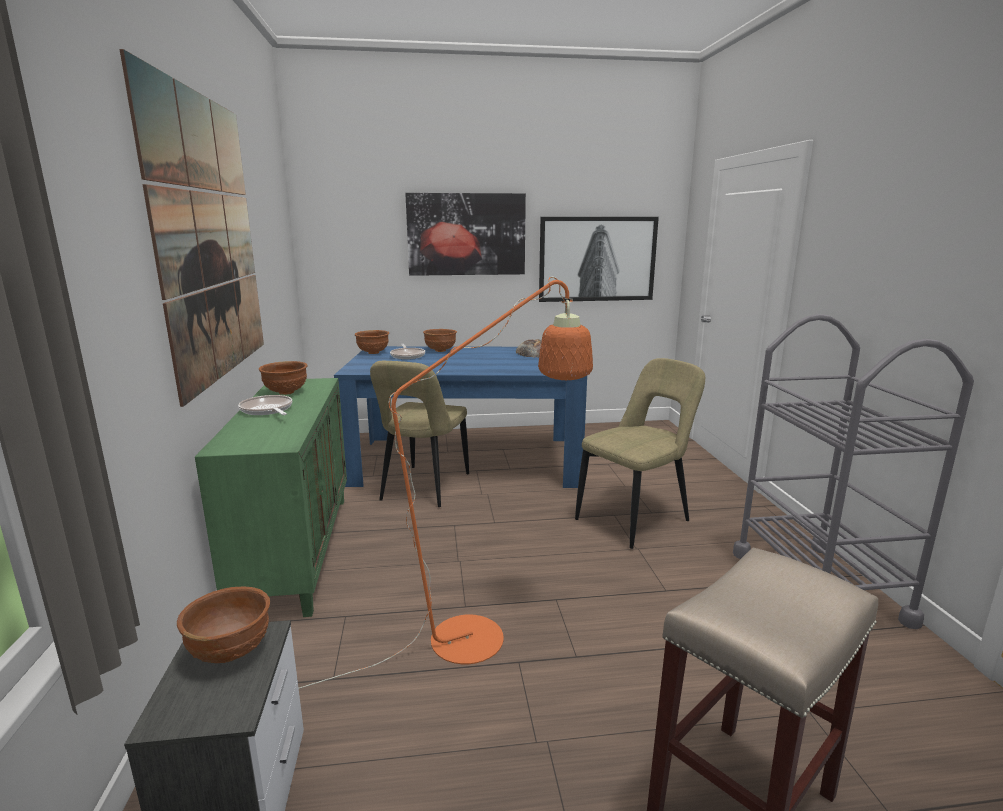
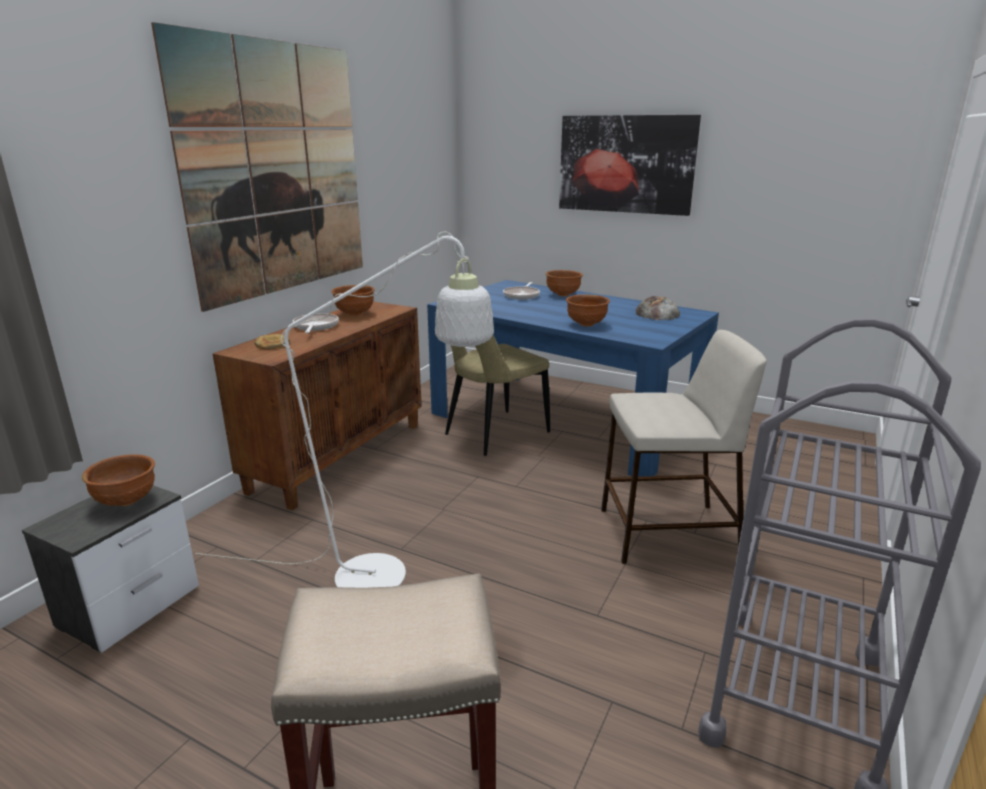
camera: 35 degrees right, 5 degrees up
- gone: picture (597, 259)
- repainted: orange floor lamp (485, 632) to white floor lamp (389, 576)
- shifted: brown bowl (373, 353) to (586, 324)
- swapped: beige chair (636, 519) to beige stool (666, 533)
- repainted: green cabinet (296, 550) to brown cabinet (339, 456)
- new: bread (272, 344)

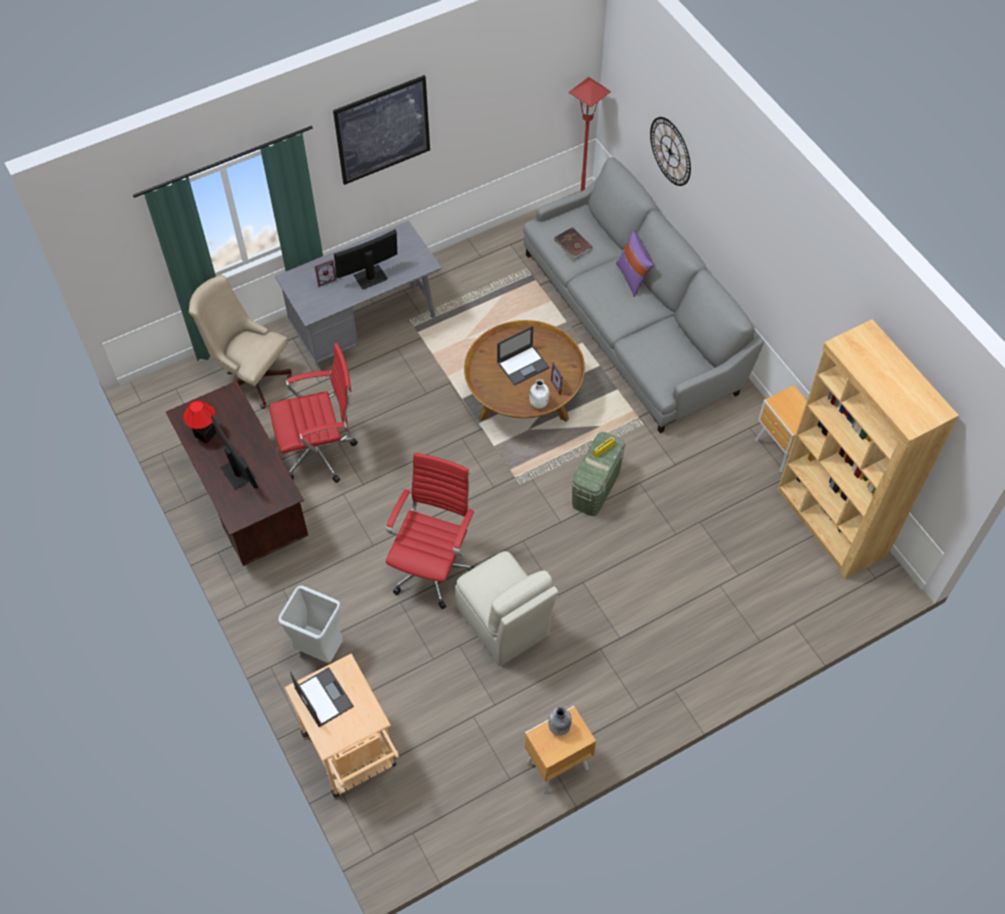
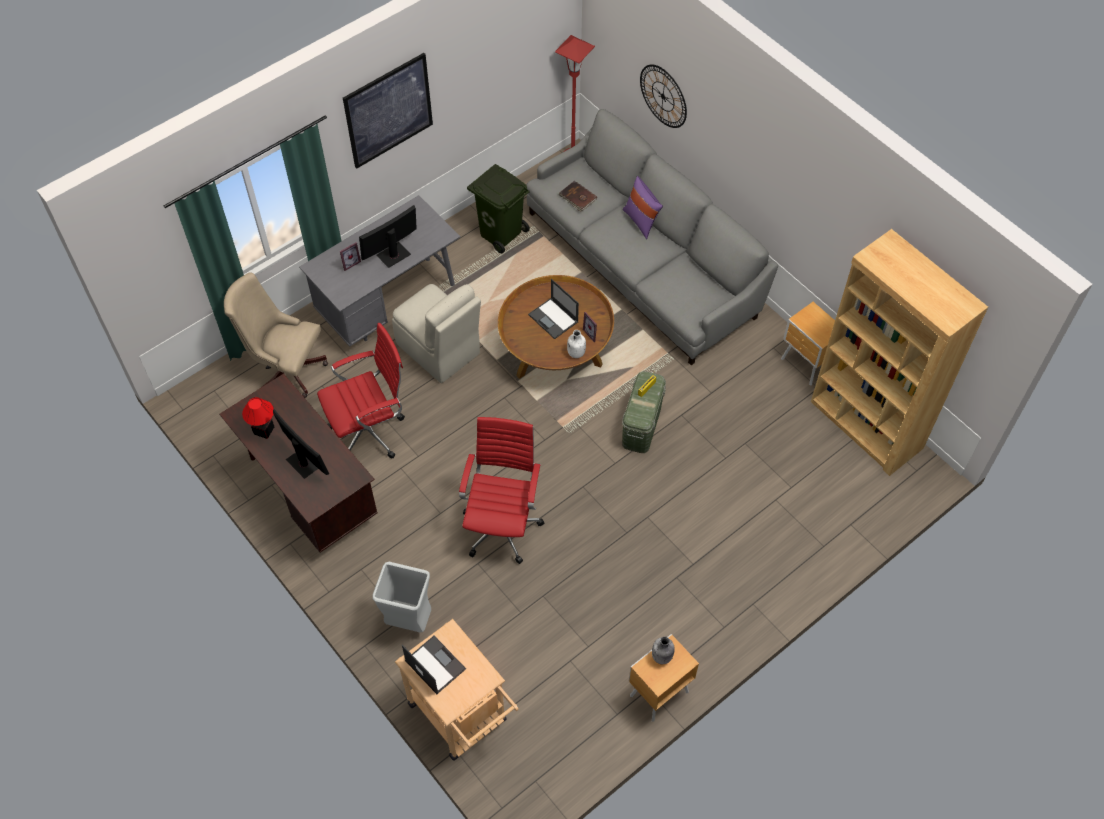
camera: 10 degrees left, 0 degrees up
- rotated: laptop (523, 365) = (554, 318) 90 degrees clockwise
- shifted: beige chair (504, 623) to (439, 350)
- new: green trash can (501, 233)

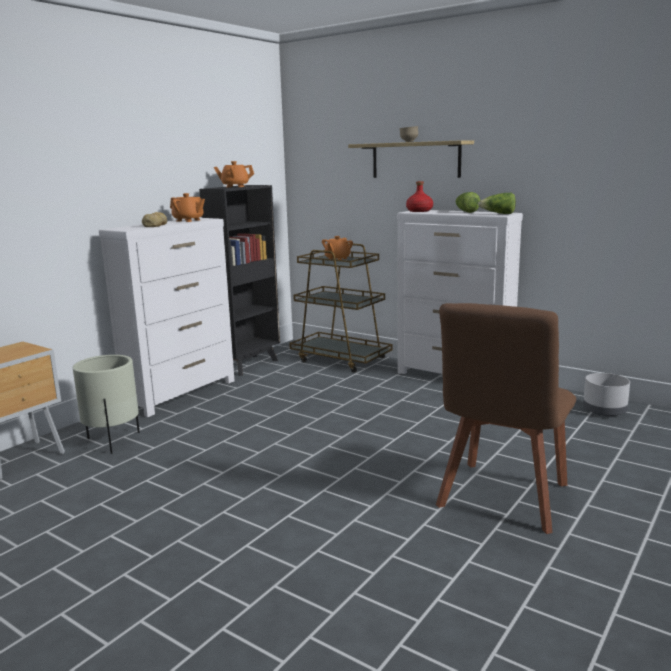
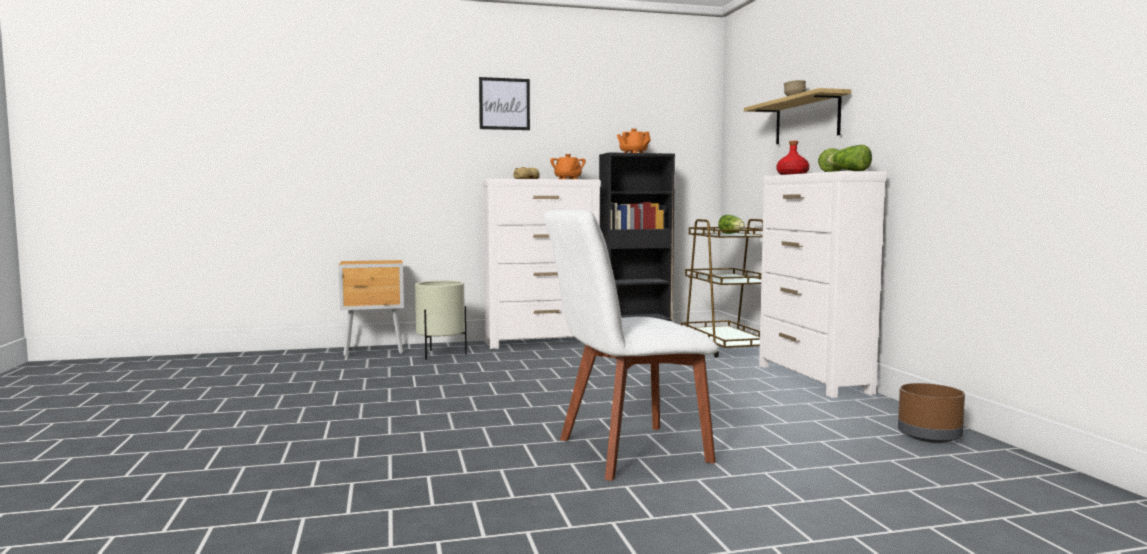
camera: 40 degrees right, 10 degrees down
- swapped: orange teapot (337, 259) to lettuce (732, 234)
- repainted: brown chair (502, 499) to white chair (626, 452)
- repainted: grey planter (604, 410) to brown planter (929, 436)
- new: picture (504, 104)

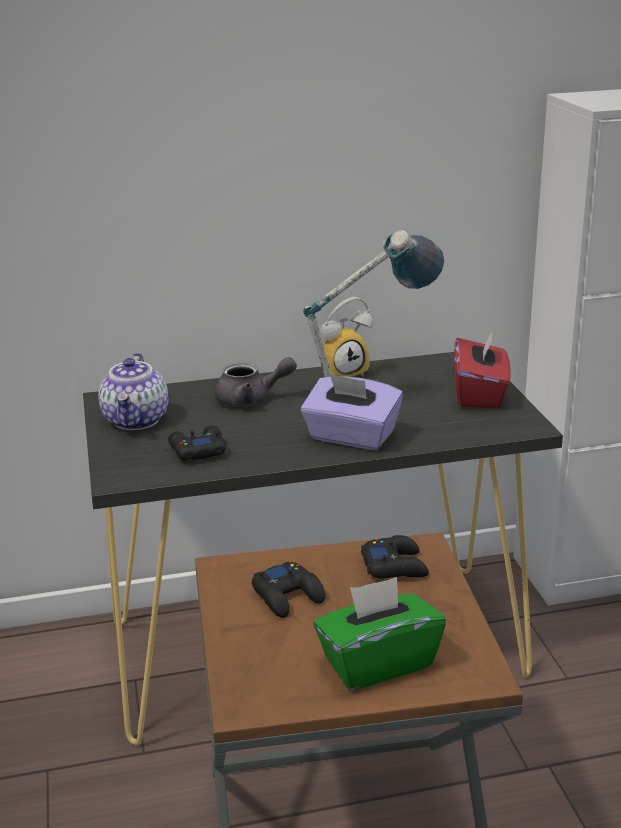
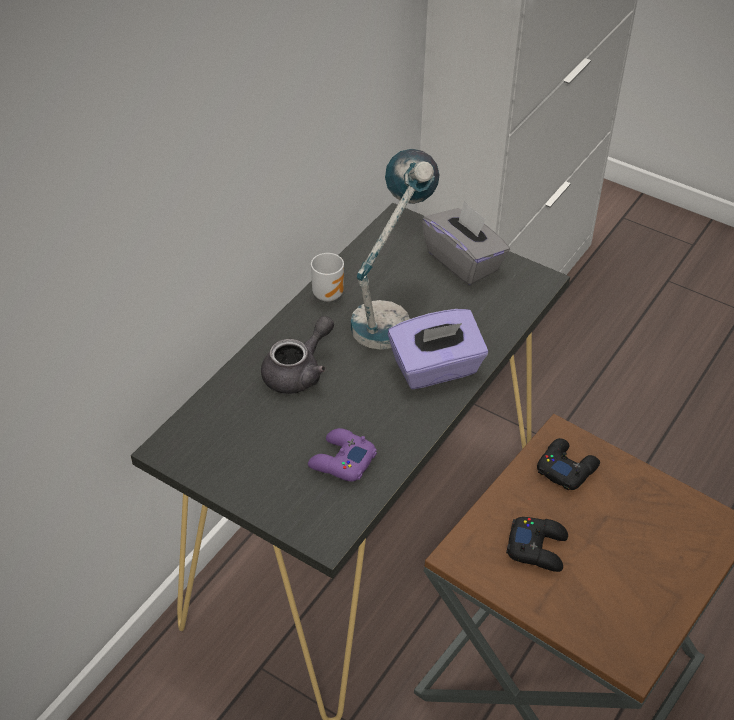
camera: 45 degrees left, 20 degrees up
- swapped: alarm clock (343, 373) to mug (329, 294)
- repainted: red tissue box (480, 395) to grey tissue box (463, 261)
- gone: teapot (137, 420)
- repainted: black game controller (197, 450) to purple game controller (341, 461)
- gone: green tissue box (378, 662)

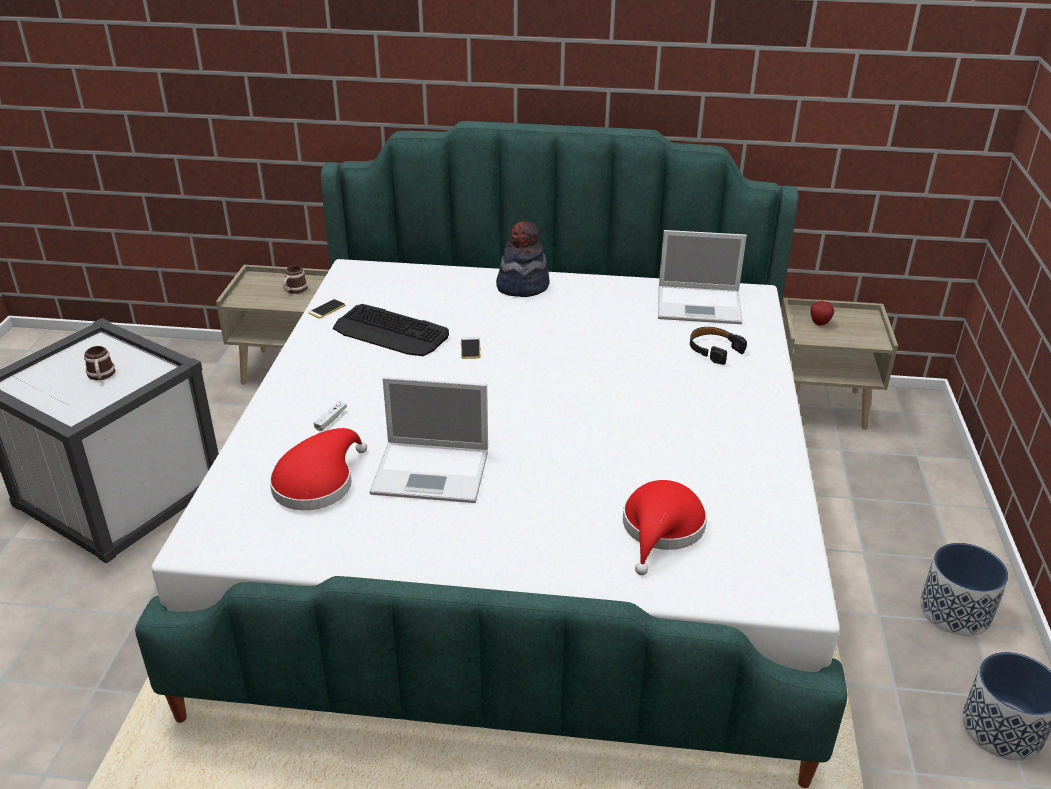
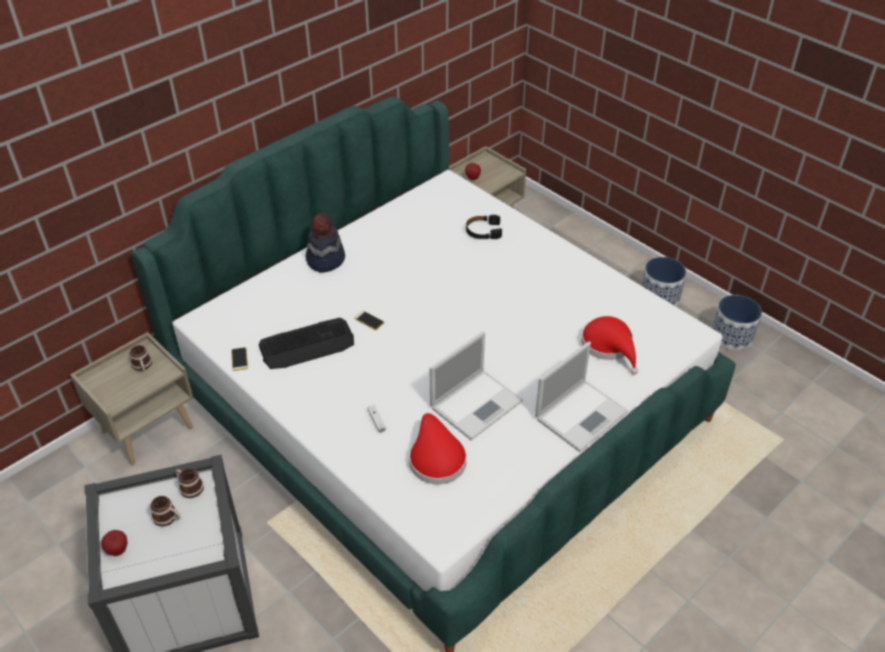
camera: 50 degrees left, 10 degrees up
- shifted: laptop (700, 305) to (581, 414)
- new: mug (189, 487)
- new: apple (118, 550)

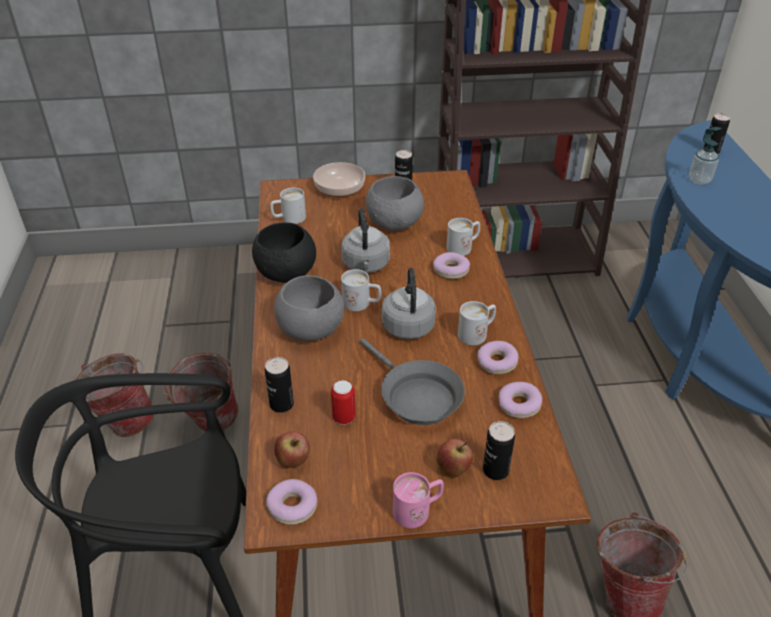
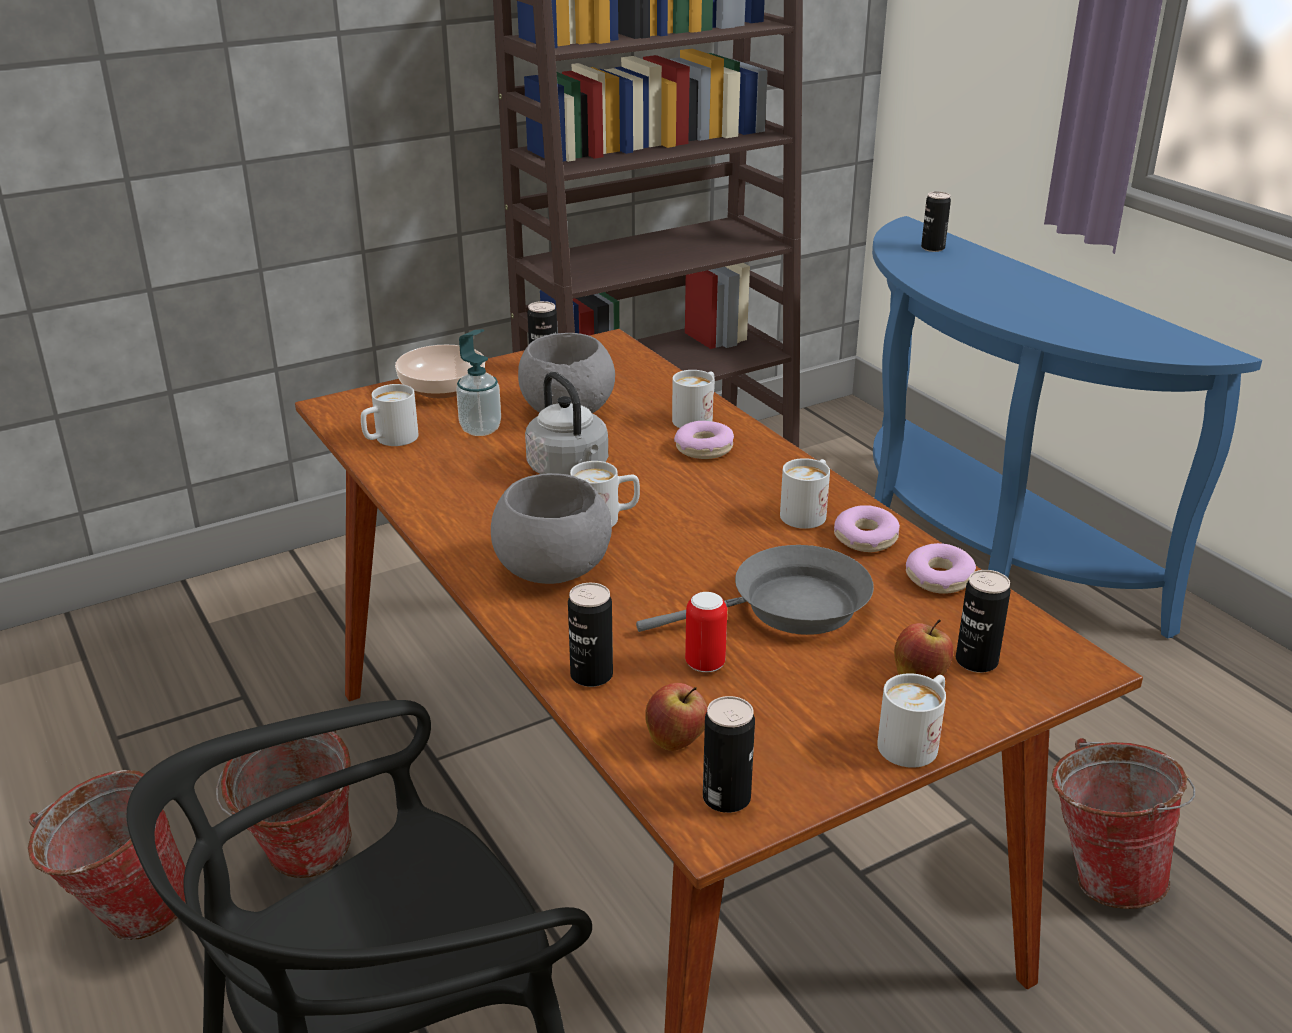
camera: 25 degrees left, 10 degrees down
- shifted: soap dispenser (699, 180) to (480, 429)
- gone: black bowl (285, 272)
- gone: grey kettle (408, 324)
- rotated: grey frying pan (416, 397) = (789, 608) 45 degrees counterclockwise
- repainted: pink mug (418, 510) to white mug (915, 741)
- swapped: donut (292, 506) to can (726, 798)

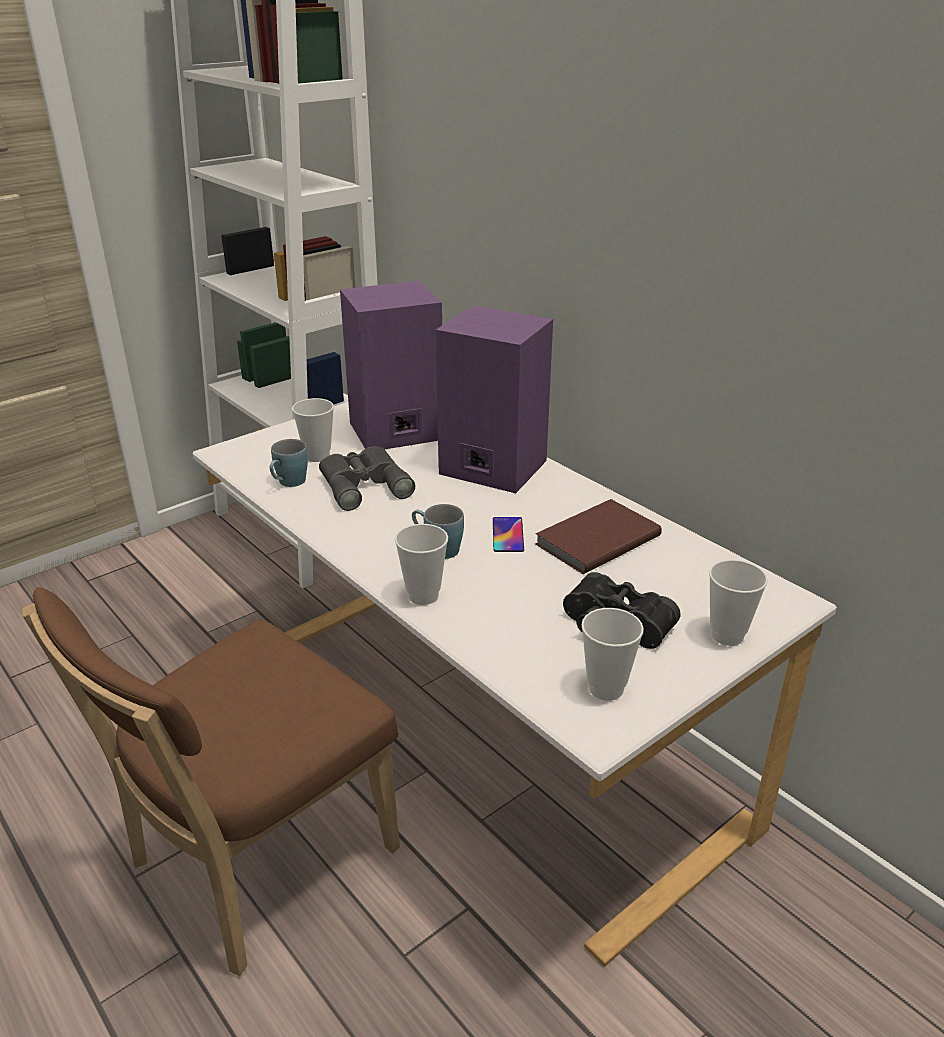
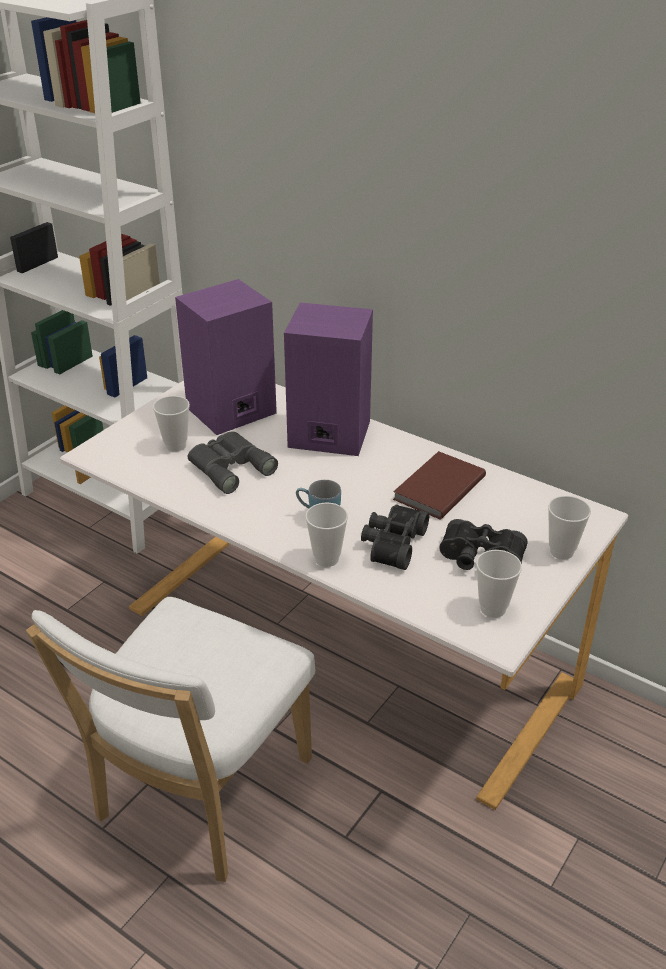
camera: 15 degrees left, 5 degrees up
- gone: blue mug (288, 483)
- gone: phone (508, 535)
- repainted: brown chair (254, 863) to white chair (198, 795)
- new: black binoculars (391, 543)

